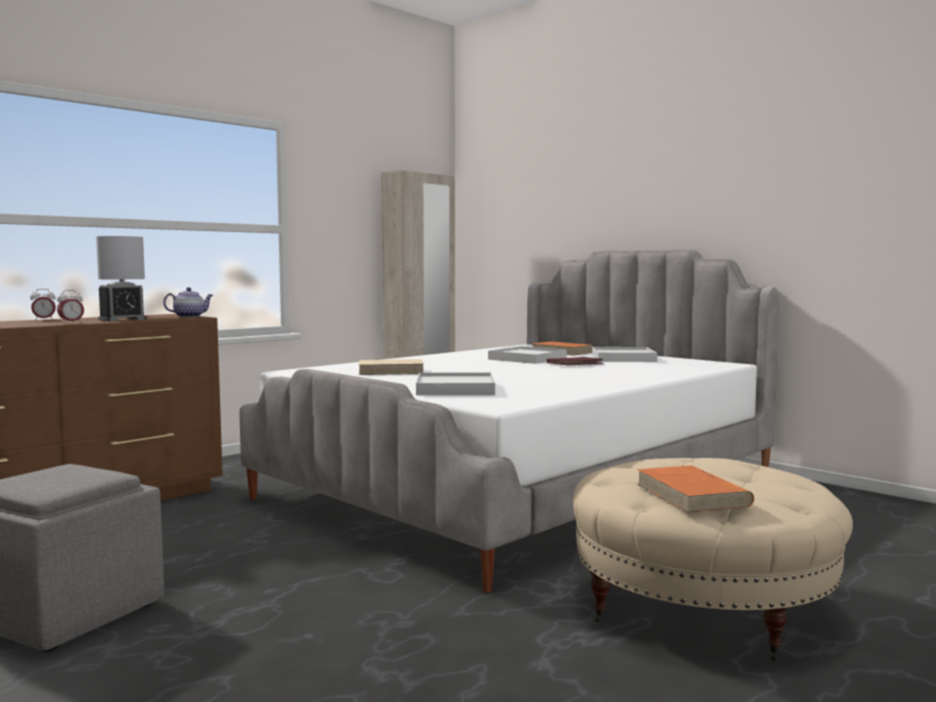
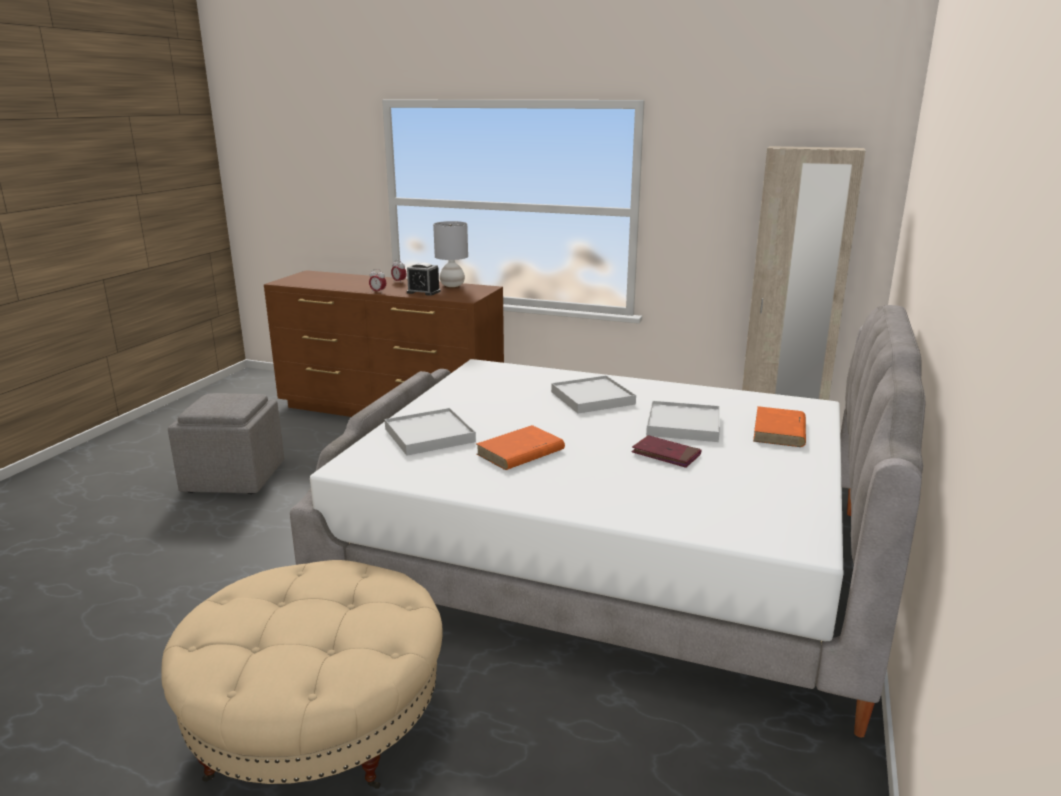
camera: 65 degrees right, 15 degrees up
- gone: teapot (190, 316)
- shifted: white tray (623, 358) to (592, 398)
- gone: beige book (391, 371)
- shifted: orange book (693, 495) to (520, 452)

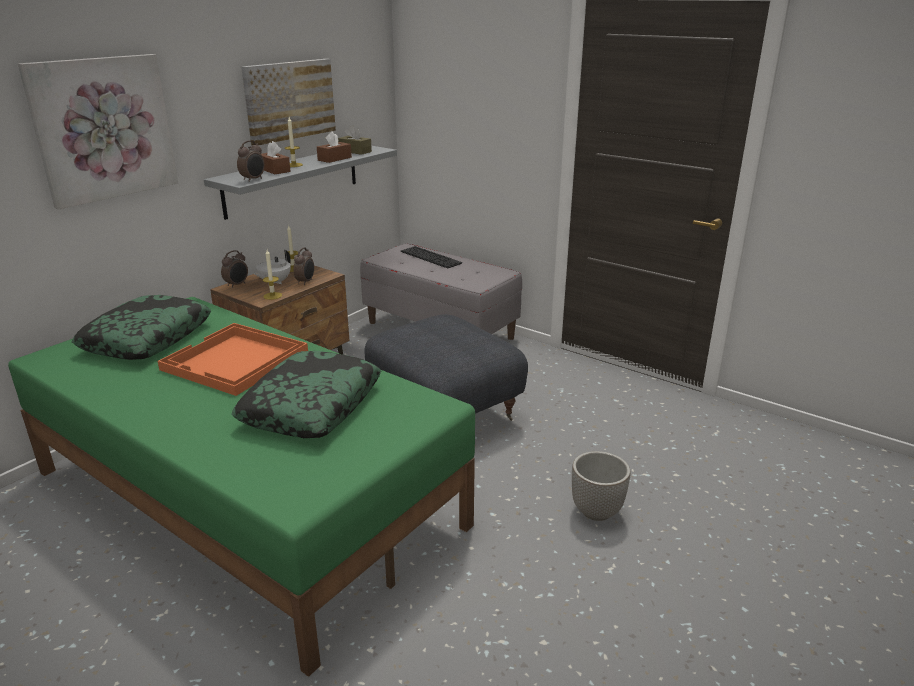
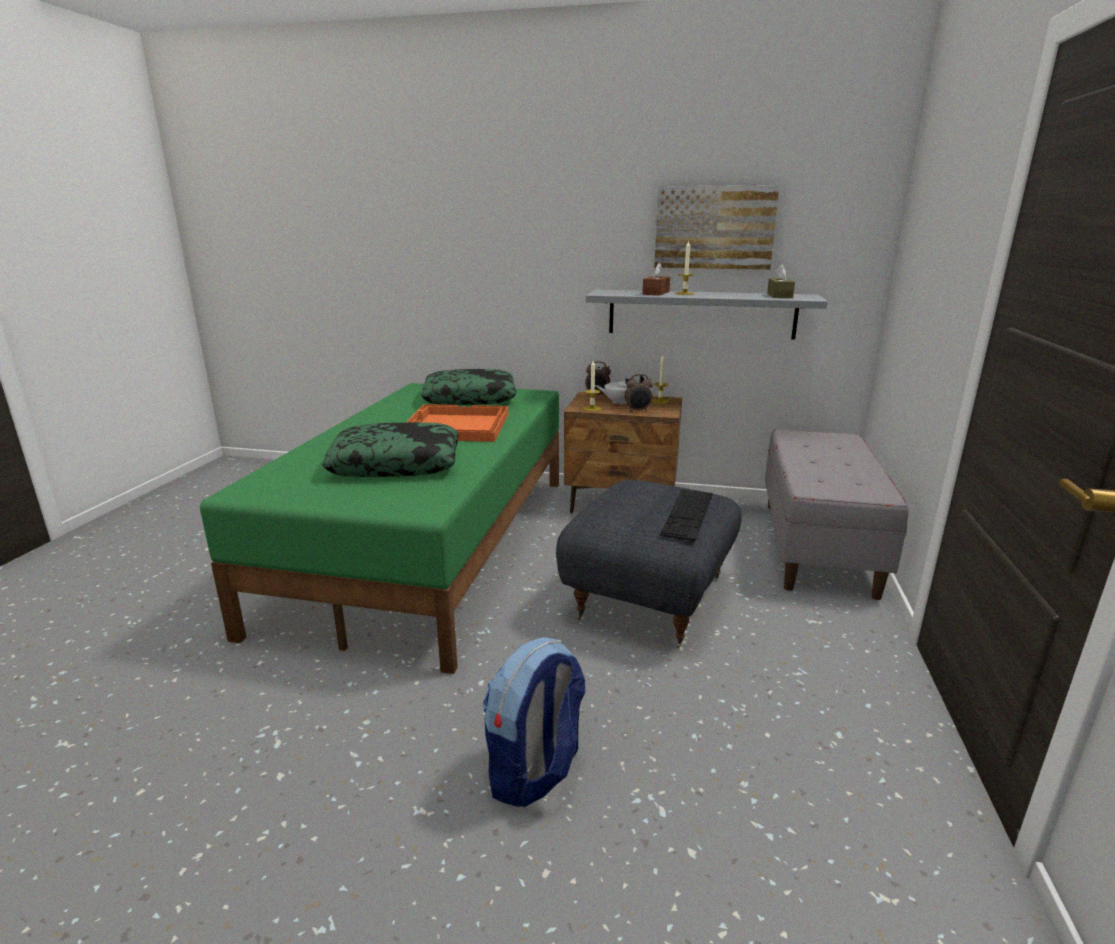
camera: 65 degrees right, 5 degrees down
- gone: picture (103, 129)
- gone: brown tissue box (334, 159)
- gone: alarm clock (253, 179)
- shifted: keyboard (430, 257) to (687, 513)
- swapped: planter (597, 511) to backpack (535, 772)

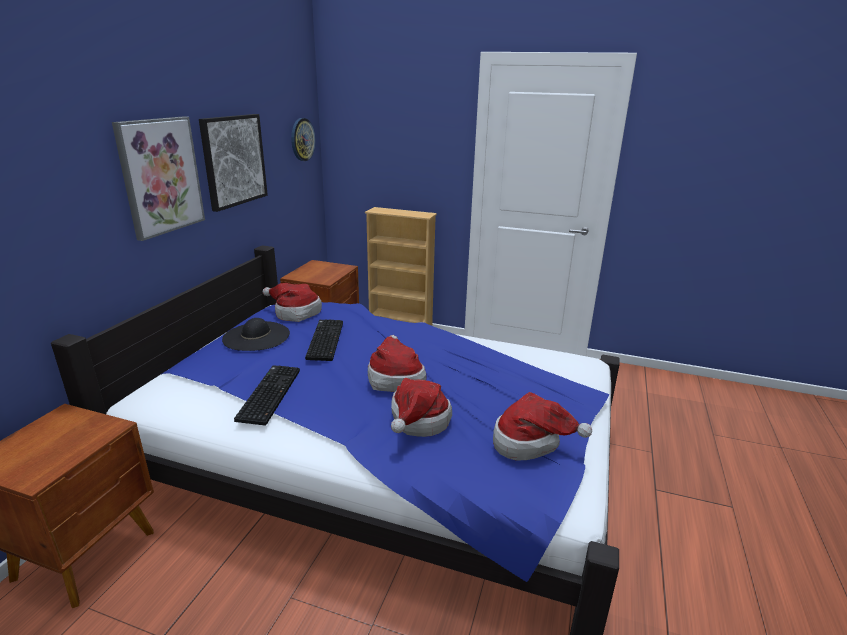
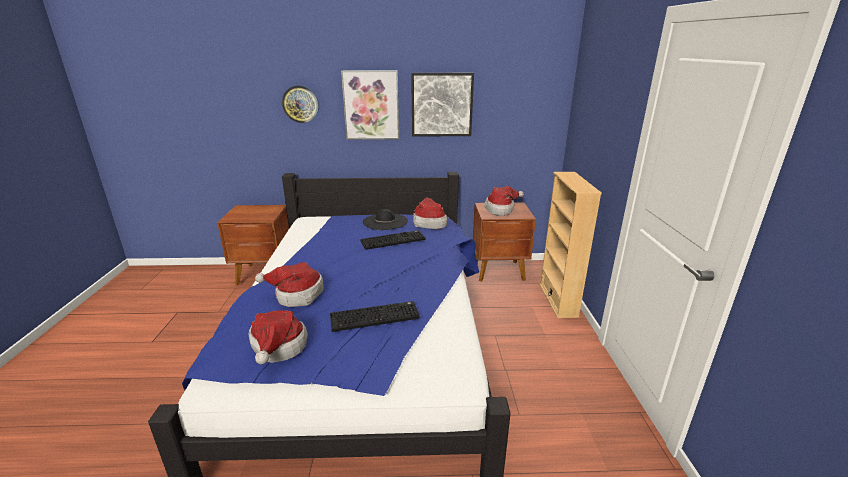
camera: 70 degrees right, 0 degrees up
- shifted: wall clock (302, 139) to (300, 104)
- shifted: hat (395, 378) to (501, 209)
- shifted: keyboard (268, 394) to (375, 316)

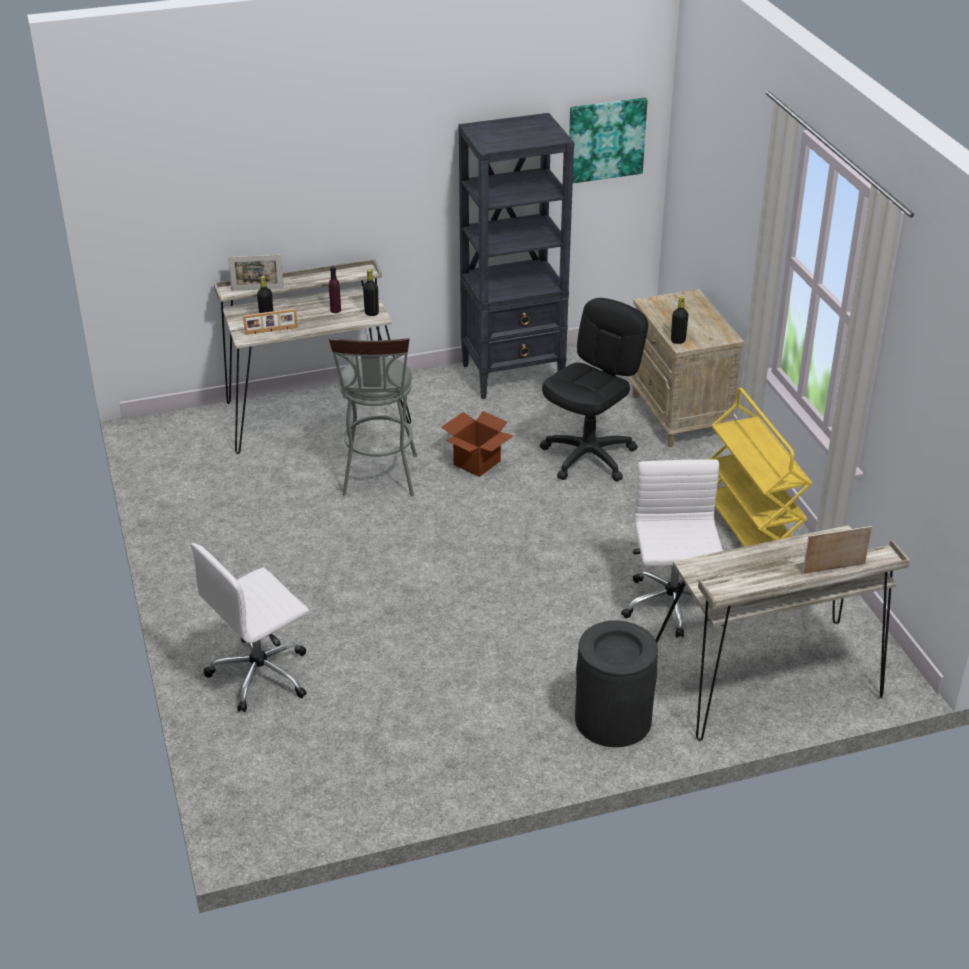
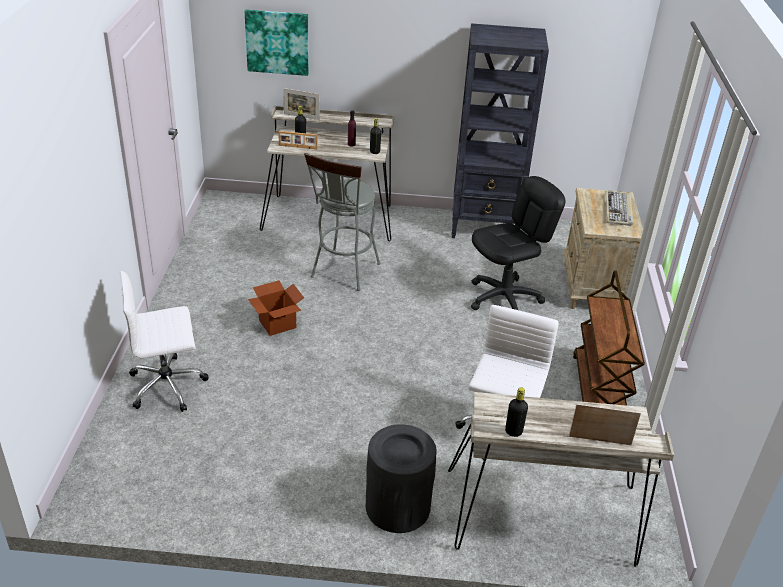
camera: 20 degrees right, 0 degrees up
- shifted: picture (605, 139) to (277, 42)
- shifted: black bottle (678, 340) to (513, 431)
- repainted: yellow cart (751, 532) to brown cart (599, 391)
- shifted: cardboard box (477, 463) to (277, 324)
- new: keyboard (618, 210)

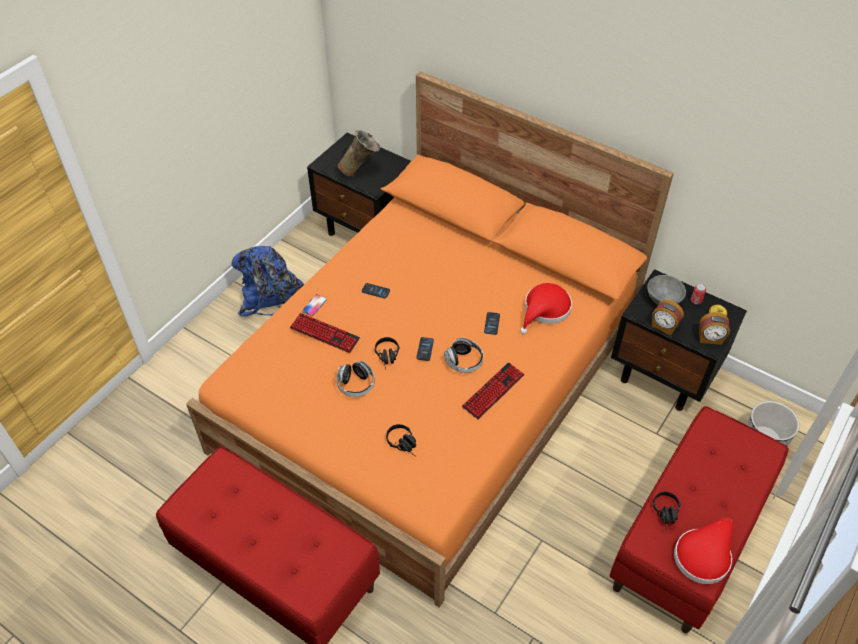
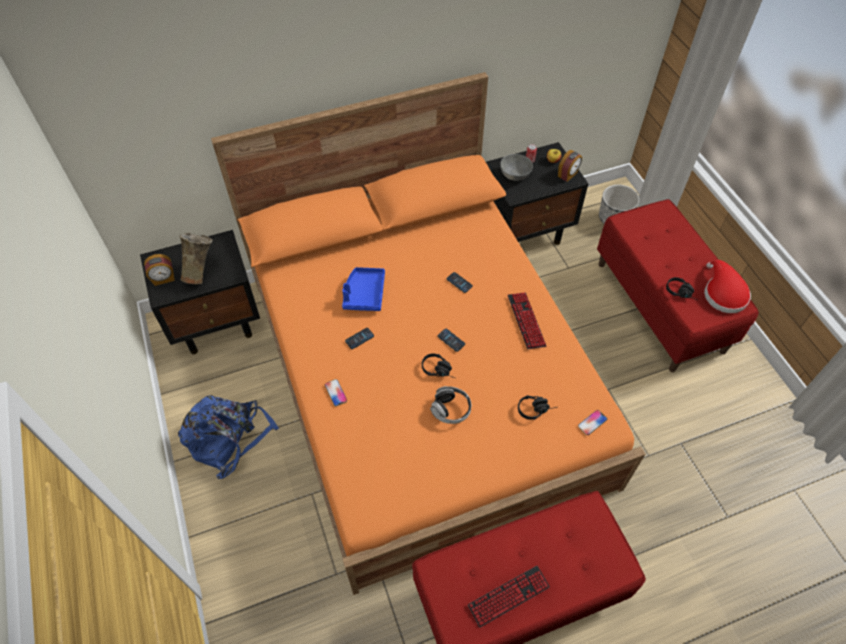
camera: 55 degrees left, 5 degrees up
- gone: red hat (545, 310)
- shifted: alarm clock (663, 327) to (164, 279)
- shifted: keyboard (324, 333) to (508, 596)
- gone: headphones (464, 362)
- new: blue tray (364, 294)
- new: phone (592, 422)

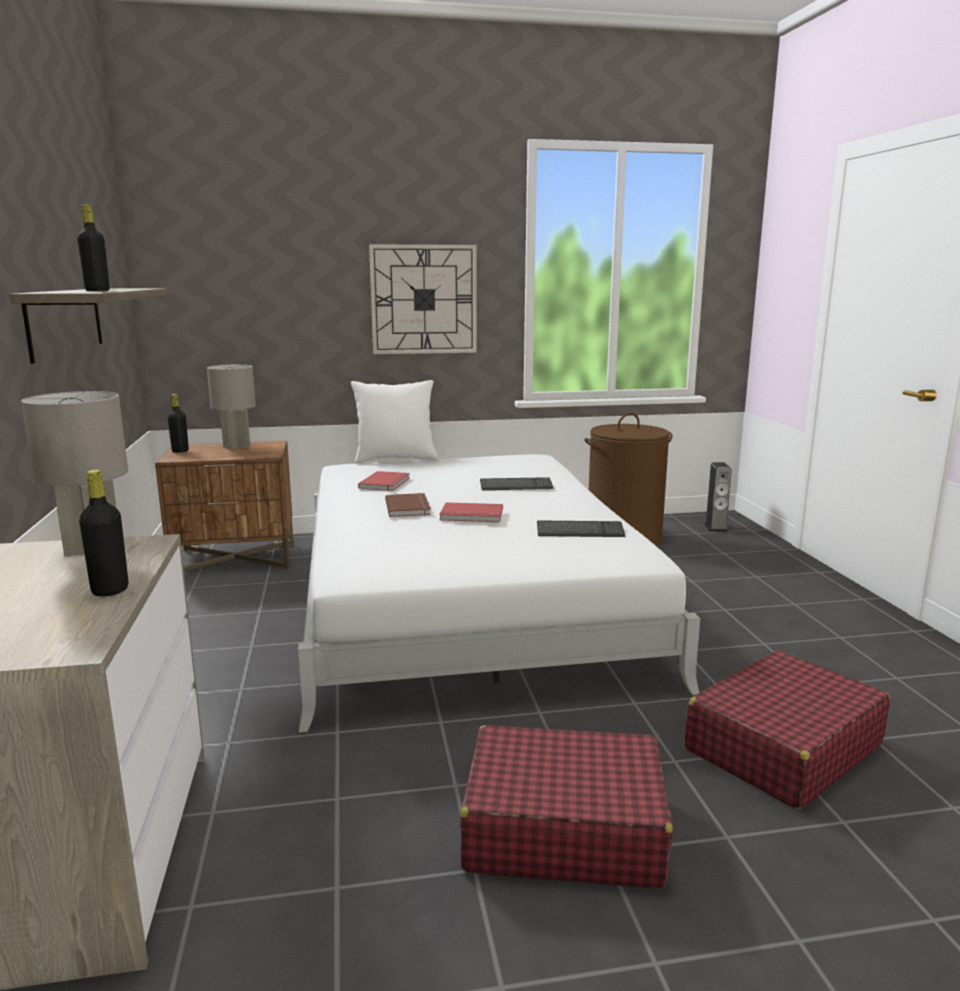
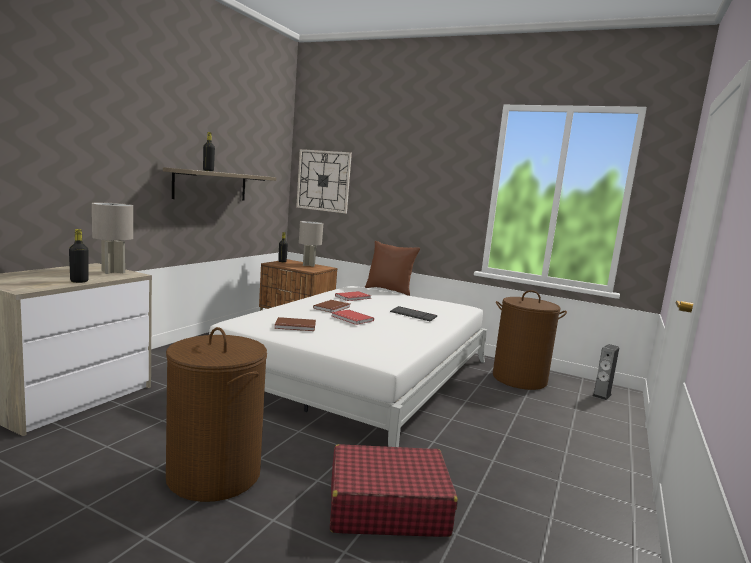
camera: 35 degrees right, 5 degrees down
- shifted: wall clock (424, 299) to (323, 181)
- repainted: white pillow (395, 459) to brown pillow (389, 290)
- gone: keyboard (580, 531)
- swapped: red suitcase (562, 829) to brown laundry basket (213, 475)
- new: brown book (295, 326)

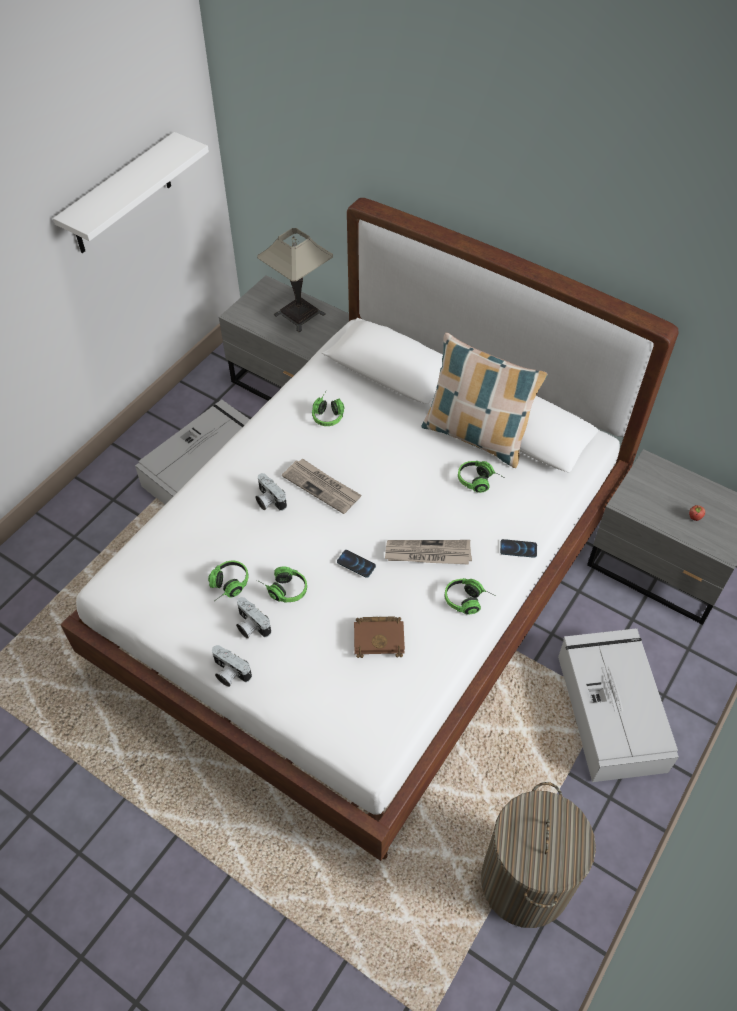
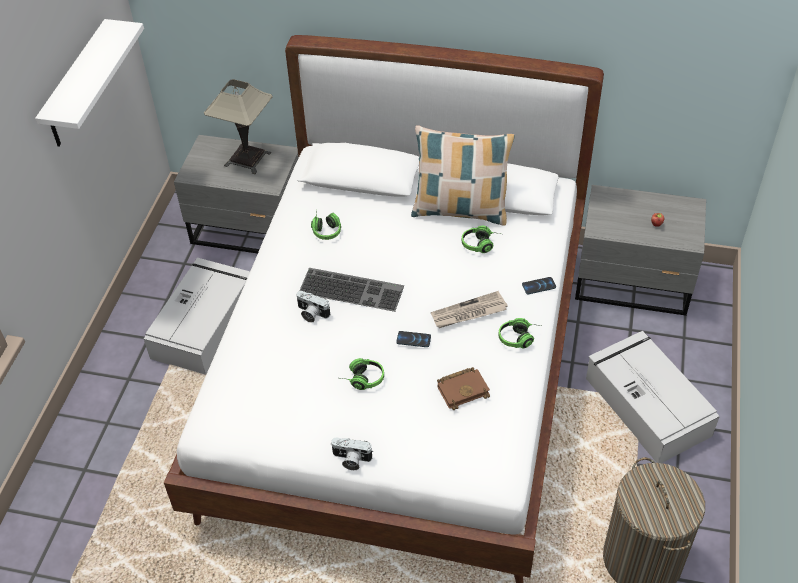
camera: 20 degrees left, 5 degrees down
- swapped: newspaper (322, 487) to keyboard (353, 288)
- gone: headphones (227, 586)
- gone: photo camera (250, 626)

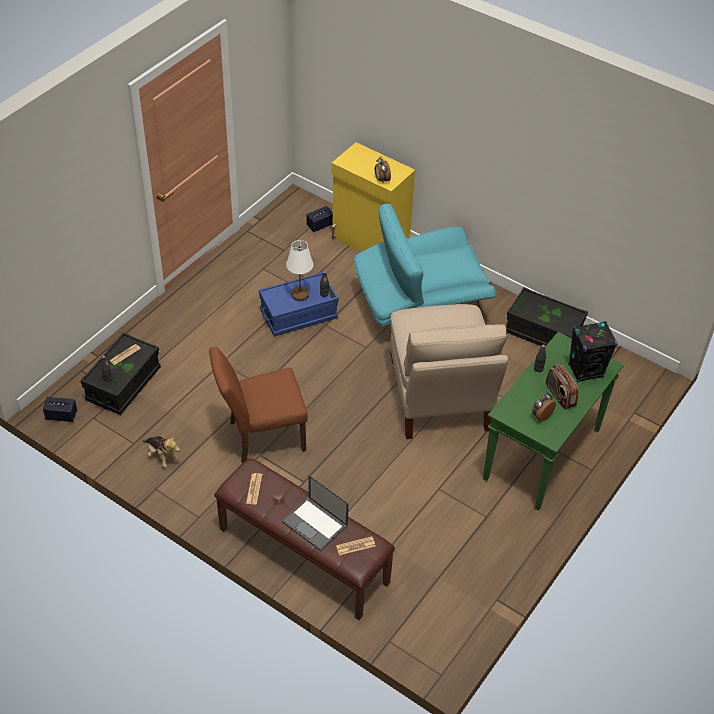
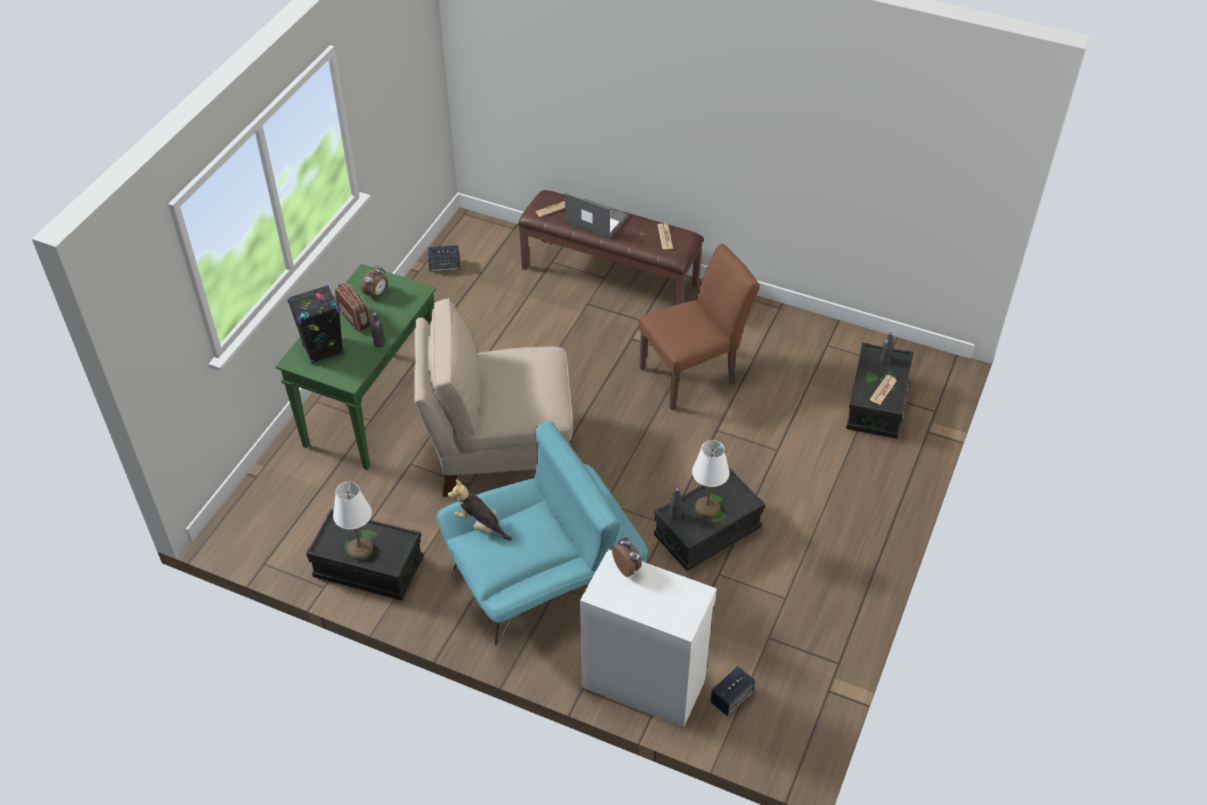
camera: 170 degrees right, 0 degrees up
- repainted: yellow cabinet (370, 242) to white cabinet (643, 681)
- repainted: blue storage box (298, 315) to black storage box (707, 532)
- rotated: beige chair (439, 398) = (499, 451) 75 degrees counterclockwise
- shifted: speaker (61, 416) to (444, 266)
- shifted: plush toy (162, 456) to (480, 525)
- new: white table lamp (360, 550)

